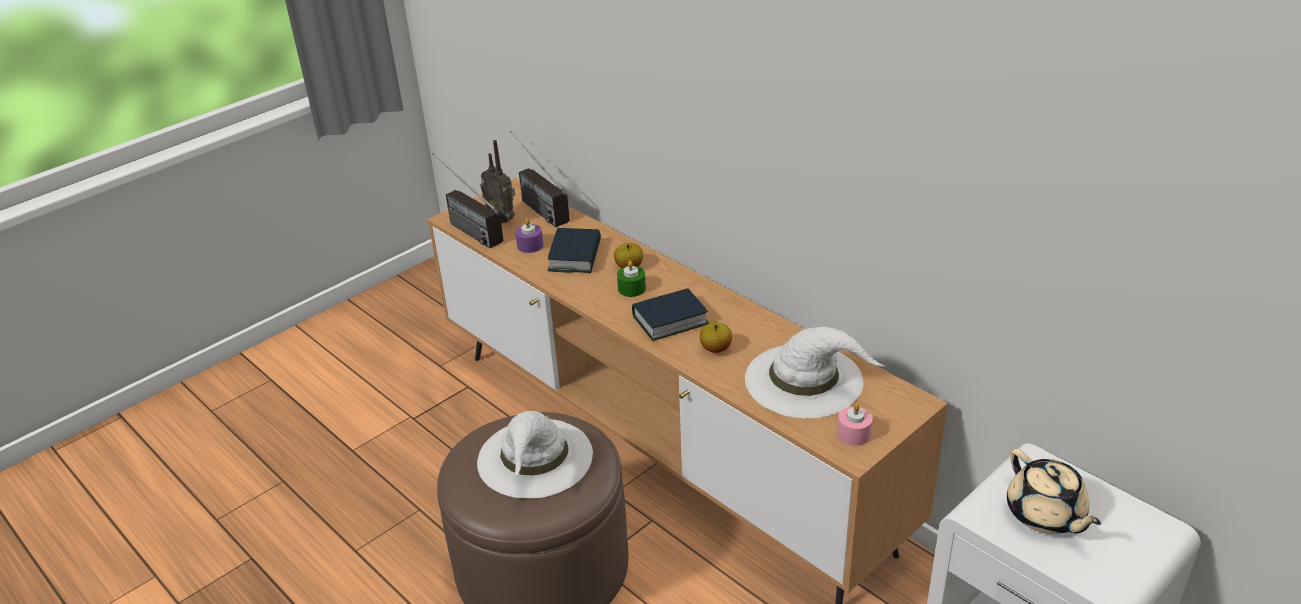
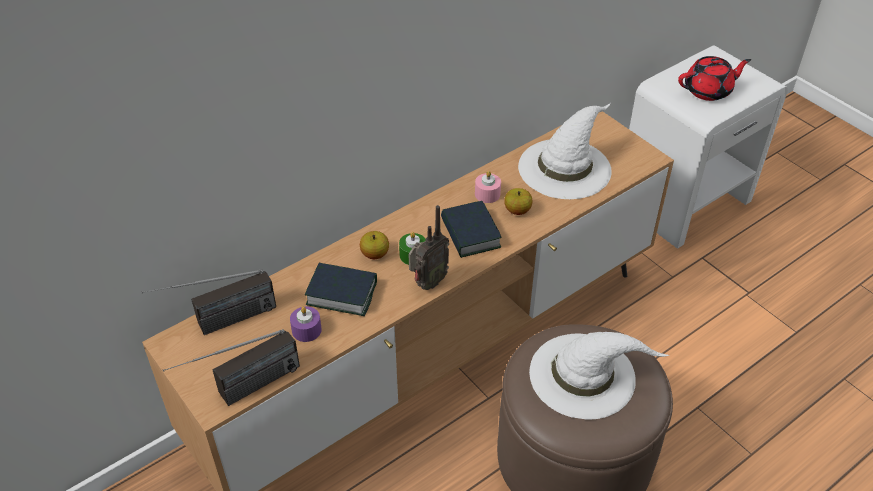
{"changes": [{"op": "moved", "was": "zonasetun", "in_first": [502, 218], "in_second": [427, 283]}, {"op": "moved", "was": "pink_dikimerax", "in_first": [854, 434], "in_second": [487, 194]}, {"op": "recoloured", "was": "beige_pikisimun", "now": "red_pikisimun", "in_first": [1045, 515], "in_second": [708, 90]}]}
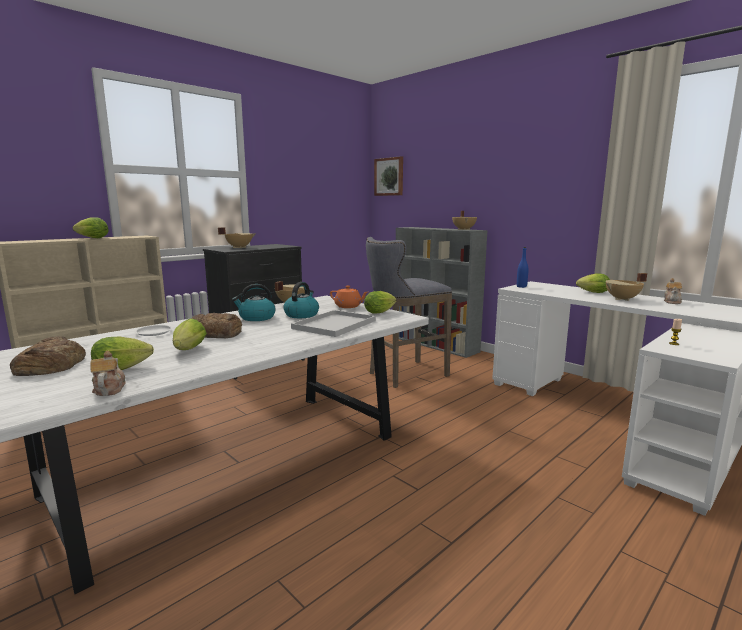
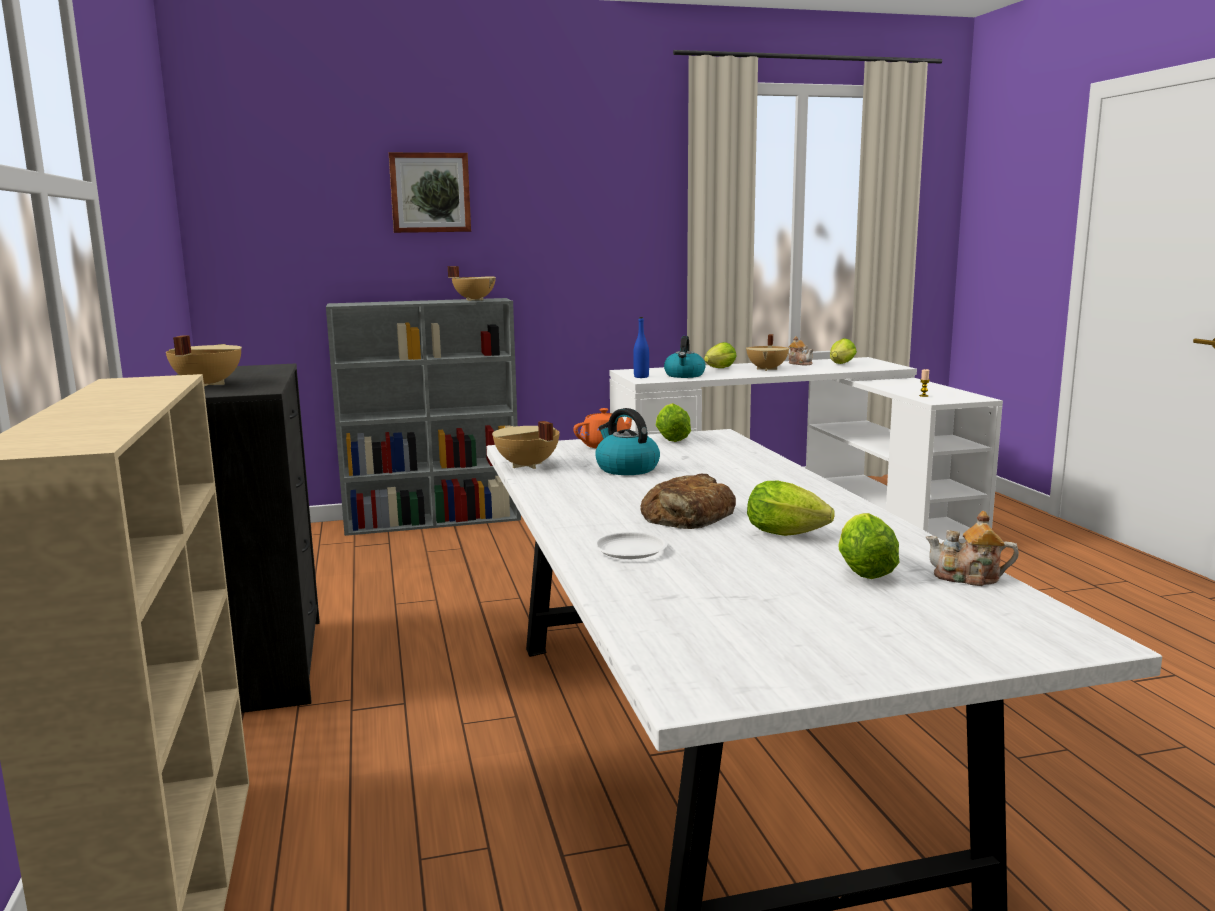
{"changes": [{"op": "removed", "was": "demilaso", "in_first": [50, 365]}, {"op": "moved", "was": "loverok", "in_first": [91, 238], "in_second": [840, 364]}, {"op": "moved", "was": "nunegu", "in_first": [256, 318], "in_second": [684, 375]}, {"op": "removed", "was": "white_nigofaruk", "in_first": [335, 324]}, {"op": "removed", "was": "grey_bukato", "in_first": [405, 375]}, {"op": "moved", "was": "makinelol", "in_first": [389, 176], "in_second": [430, 193]}]}
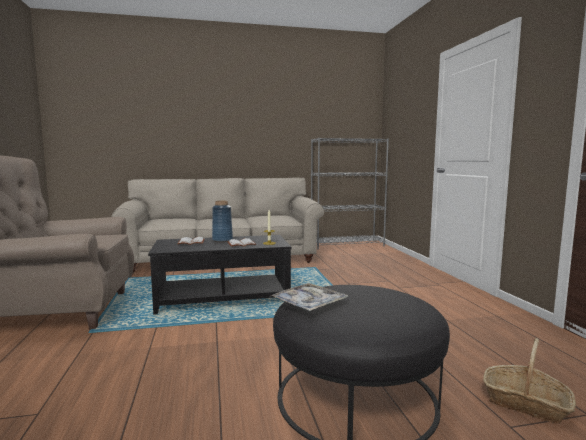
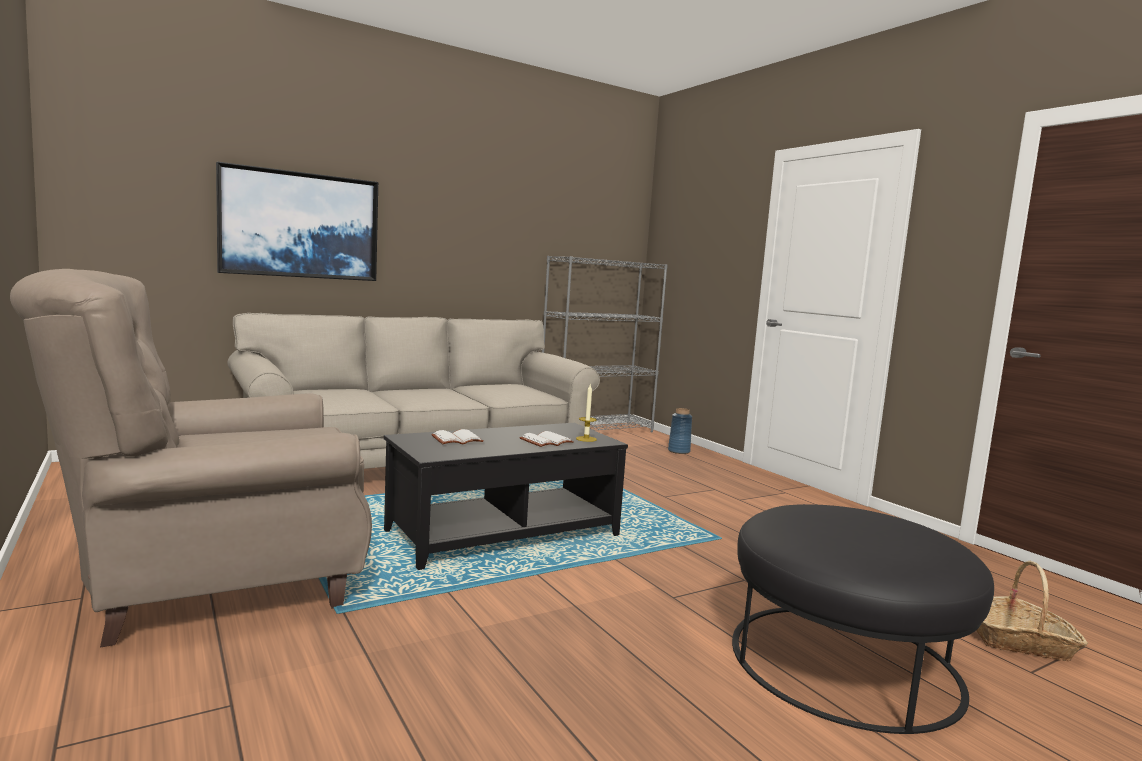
{"changes": [{"op": "moved", "was": "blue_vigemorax", "in_first": [222, 240], "in_second": [679, 451]}, {"op": "removed", "was": "nigofaruk", "in_first": [309, 304]}, {"op": "added", "now": "makinelol", "in_second": [300, 225]}]}
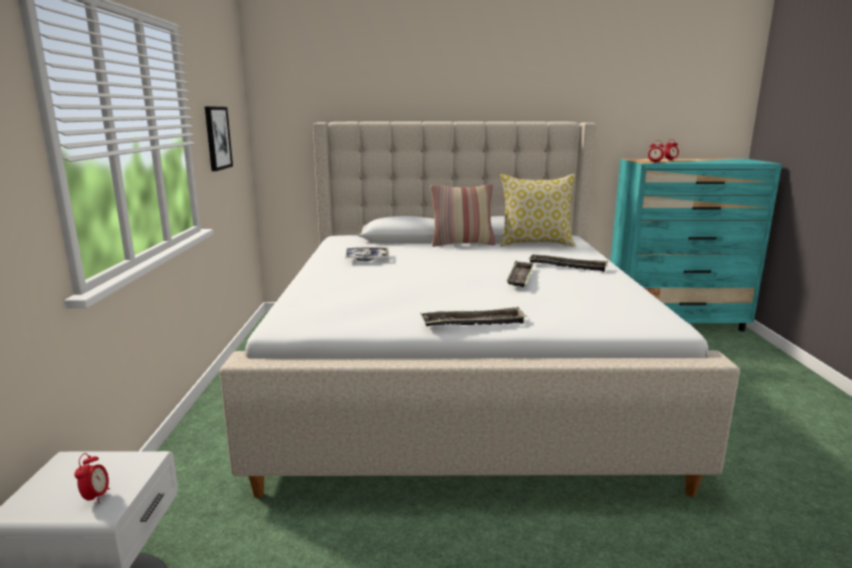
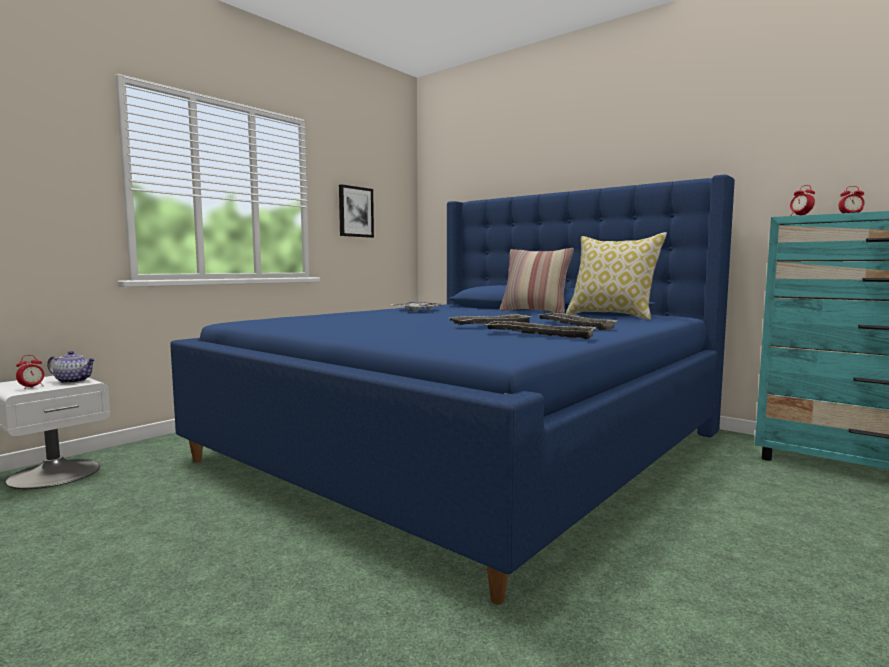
{"changes": [{"op": "recoloured", "was": "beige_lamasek", "now": "blue_lamasek", "in_first": [460, 378], "in_second": [473, 445]}, {"op": "moved", "was": "nigofaruk", "in_first": [473, 323], "in_second": [539, 335]}, {"op": "added", "now": "pikisimun", "in_second": [74, 381]}]}
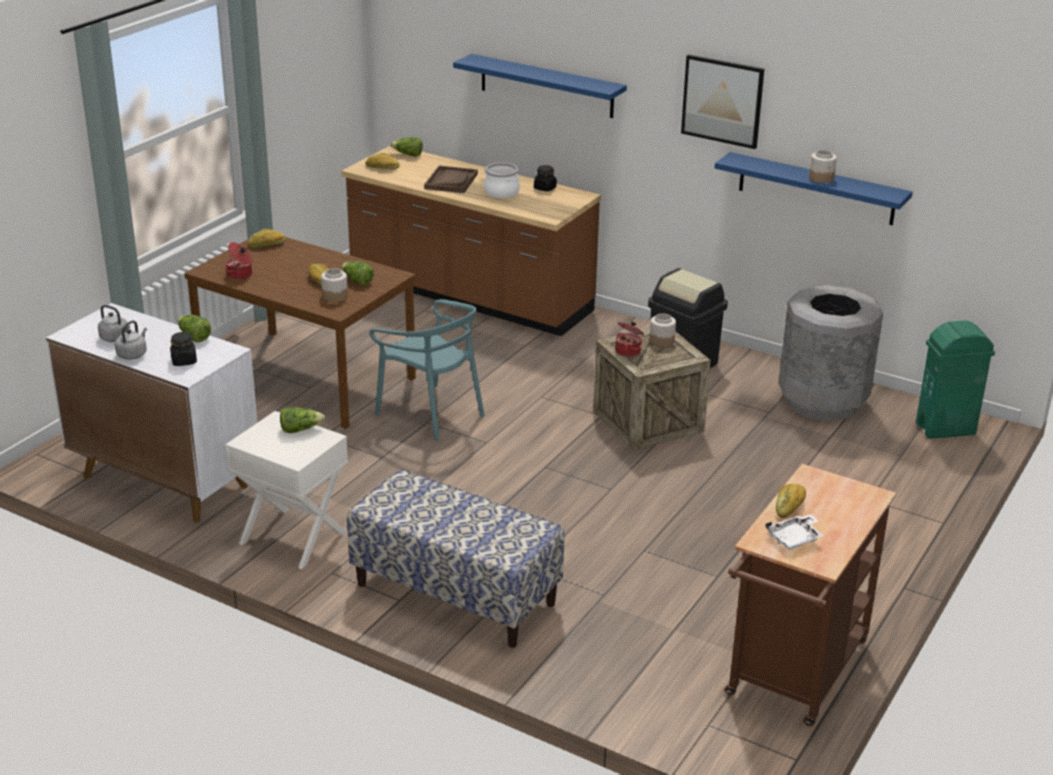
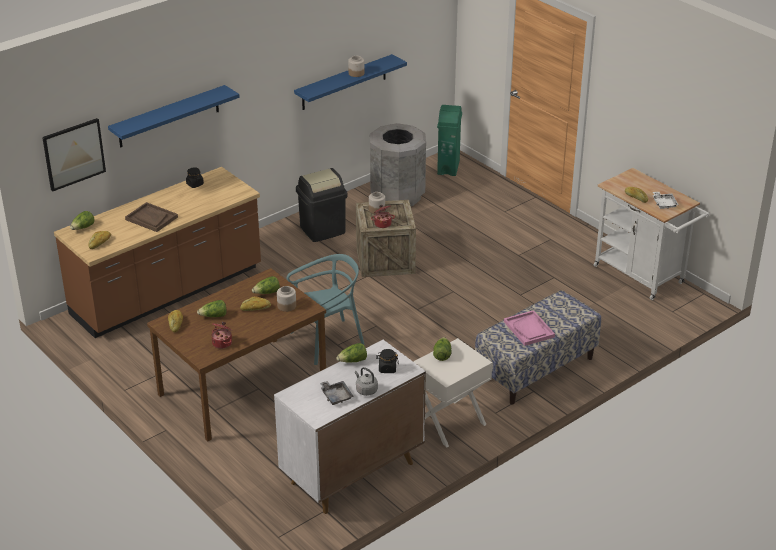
{"changes": [{"op": "replaced", "was": "grey_nunegu", "now": "grey_nigofaruk", "in_first": [116, 338], "in_second": [336, 396]}, {"op": "removed", "was": "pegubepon", "in_first": [501, 193]}, {"op": "moved", "was": "makinelol", "in_first": [722, 101], "in_second": [74, 154]}, {"op": "recoloured", "was": "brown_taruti", "now": "white_taruti", "in_first": [794, 675], "in_second": [643, 277]}, {"op": "added", "now": "loverok", "in_second": [214, 316]}, {"op": "added", "now": "pink_nigofaruk", "in_second": [529, 329]}]}
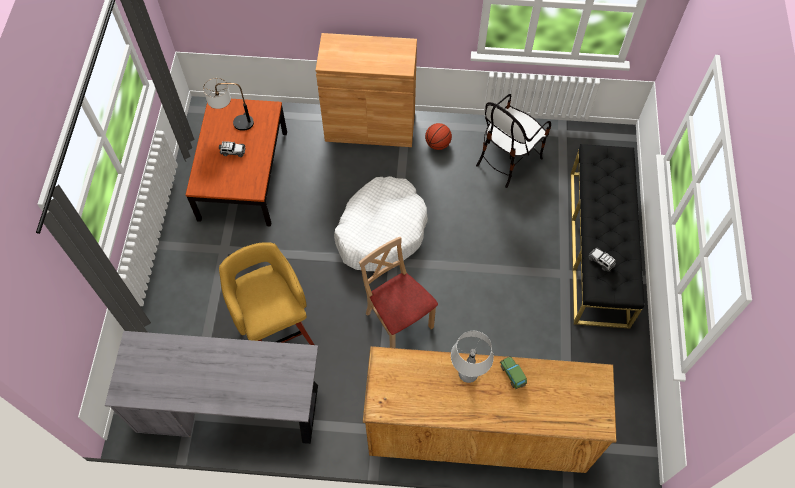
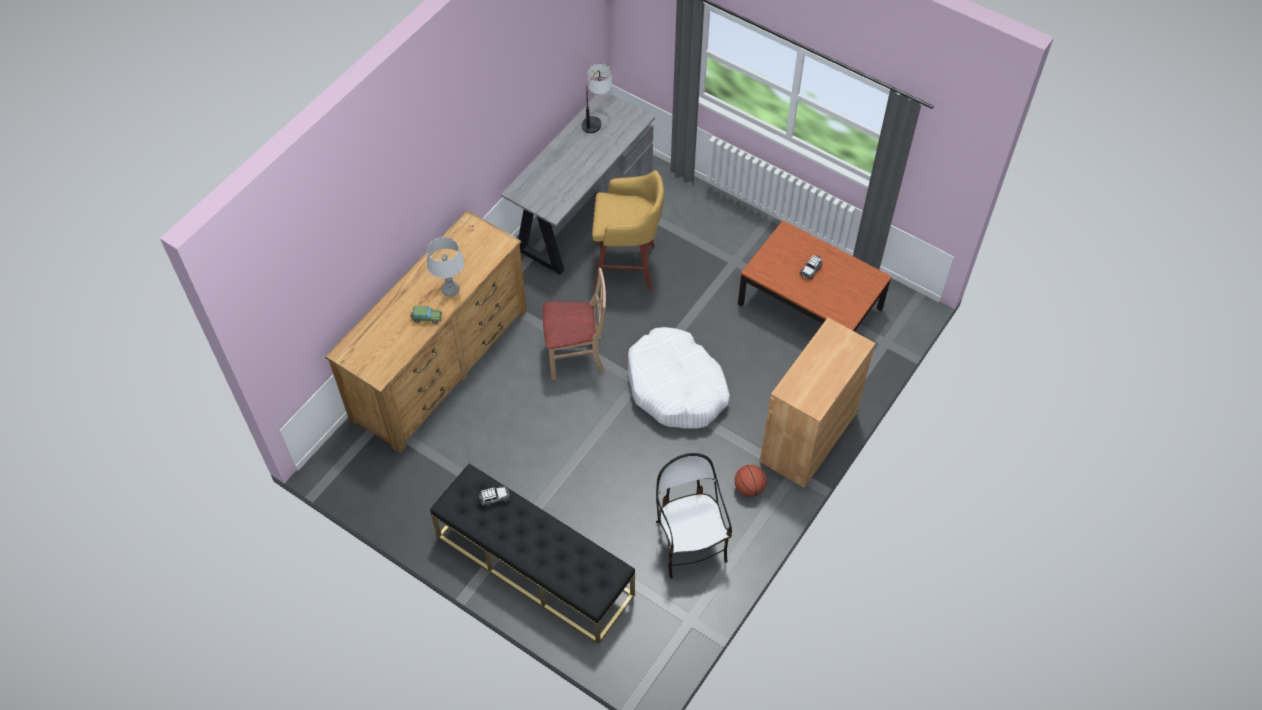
{"changes": [{"op": "moved", "was": "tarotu", "in_first": [233, 123], "in_second": [596, 118]}]}
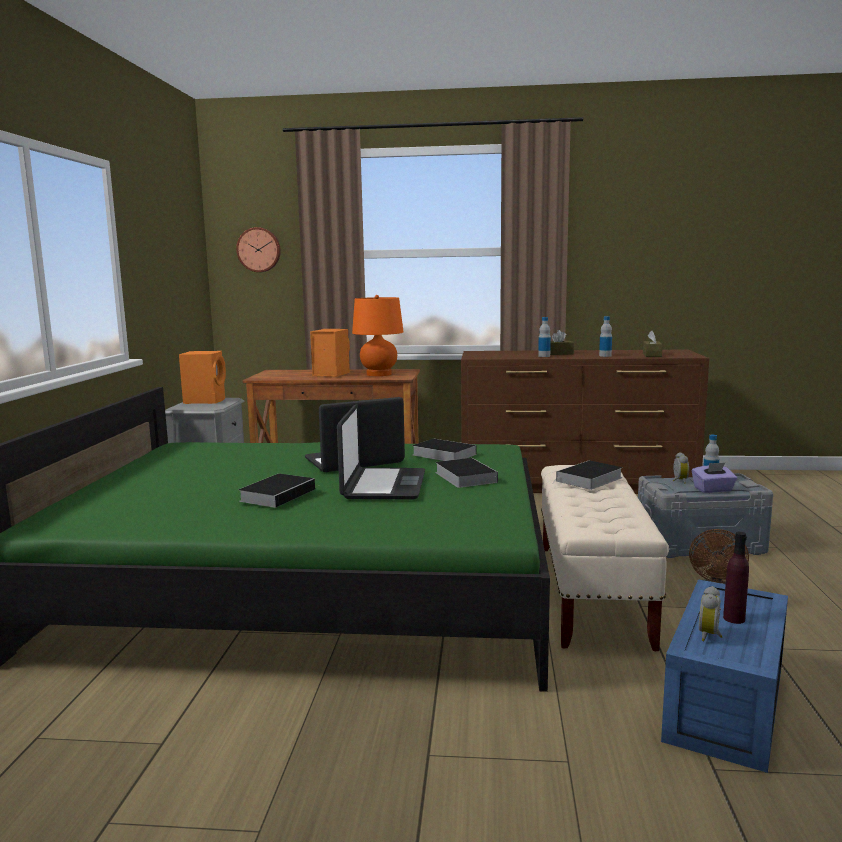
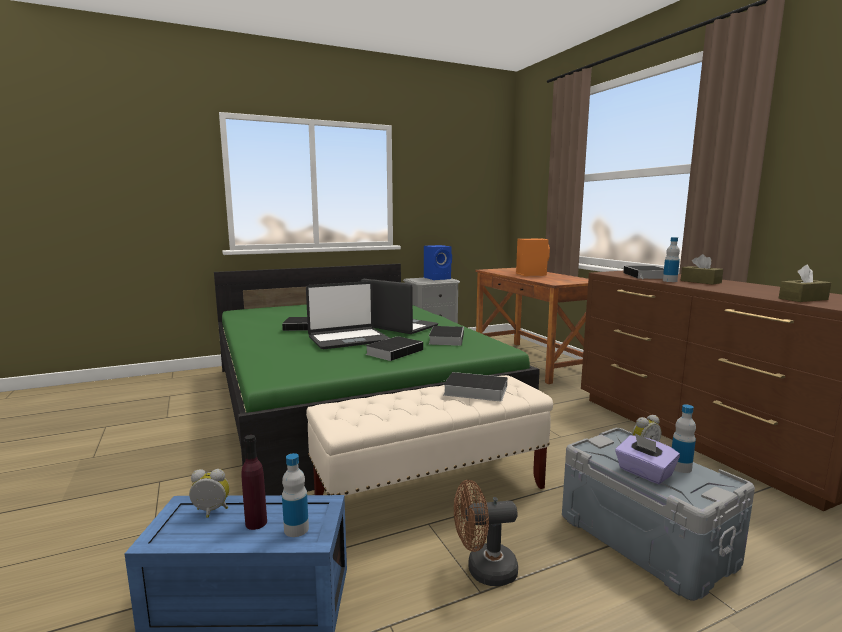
{"changes": [{"op": "recoloured", "was": "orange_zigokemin", "now": "blue_zigokemin", "in_first": [205, 401], "in_second": [438, 278]}, {"op": "removed", "was": "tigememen", "in_first": [259, 250]}, {"op": "removed", "was": "orange_tarotu", "in_first": [379, 374]}, {"op": "moved", "was": "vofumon", "in_first": [605, 356], "in_second": [296, 529]}, {"op": "added", "now": "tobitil", "in_second": [646, 276]}]}
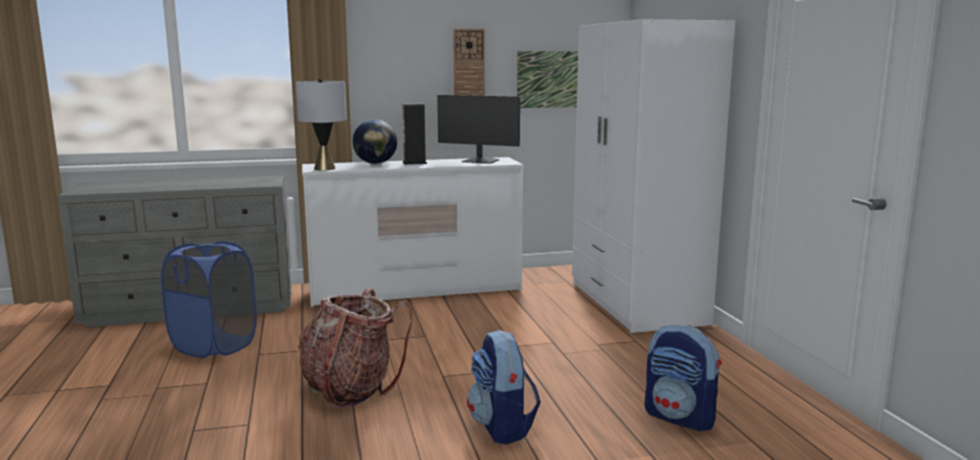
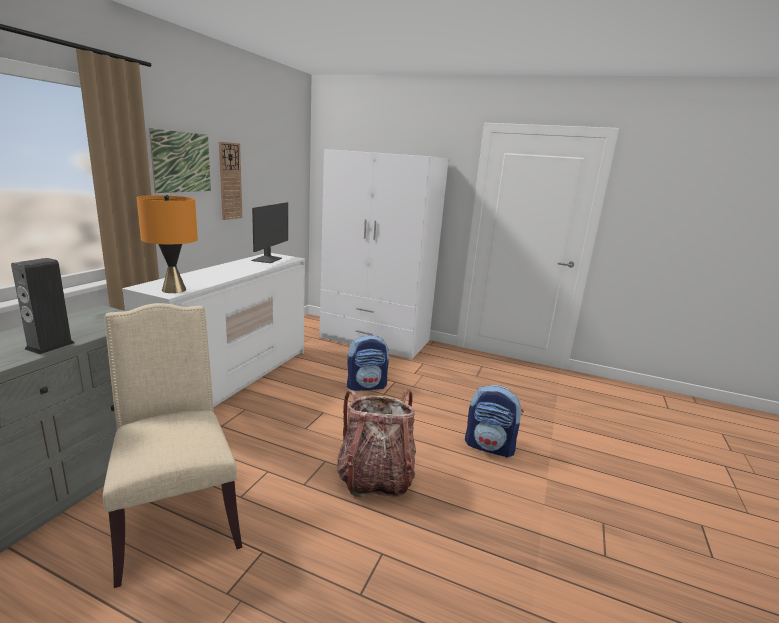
{"changes": [{"op": "replaced", "was": "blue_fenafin", "now": "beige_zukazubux", "in_first": [214, 346], "in_second": [176, 516]}, {"op": "recoloured", "was": "grey_tarotu", "now": "orange_tarotu", "in_first": [324, 168], "in_second": [173, 290]}, {"op": "removed", "was": "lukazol", "in_first": [375, 163]}, {"op": "moved", "was": "zigokemin", "in_first": [414, 163], "in_second": [50, 346]}, {"op": "turned", "was": "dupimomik", "in_first": [480, 161], "in_second": [268, 259], "clockwise": -45}, {"op": "moved", "was": "makinelol", "in_first": [550, 79], "in_second": [182, 162]}, {"op": "moved", "was": "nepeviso", "in_first": [680, 418], "in_second": [366, 386]}]}
